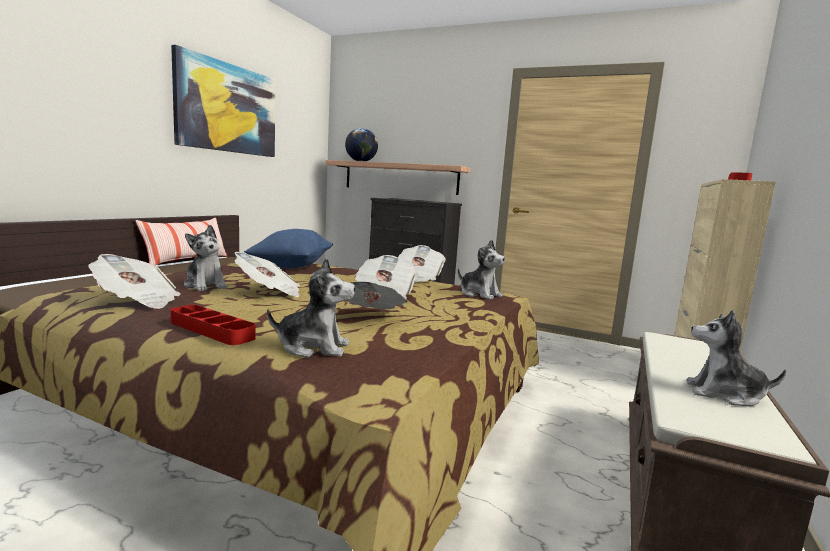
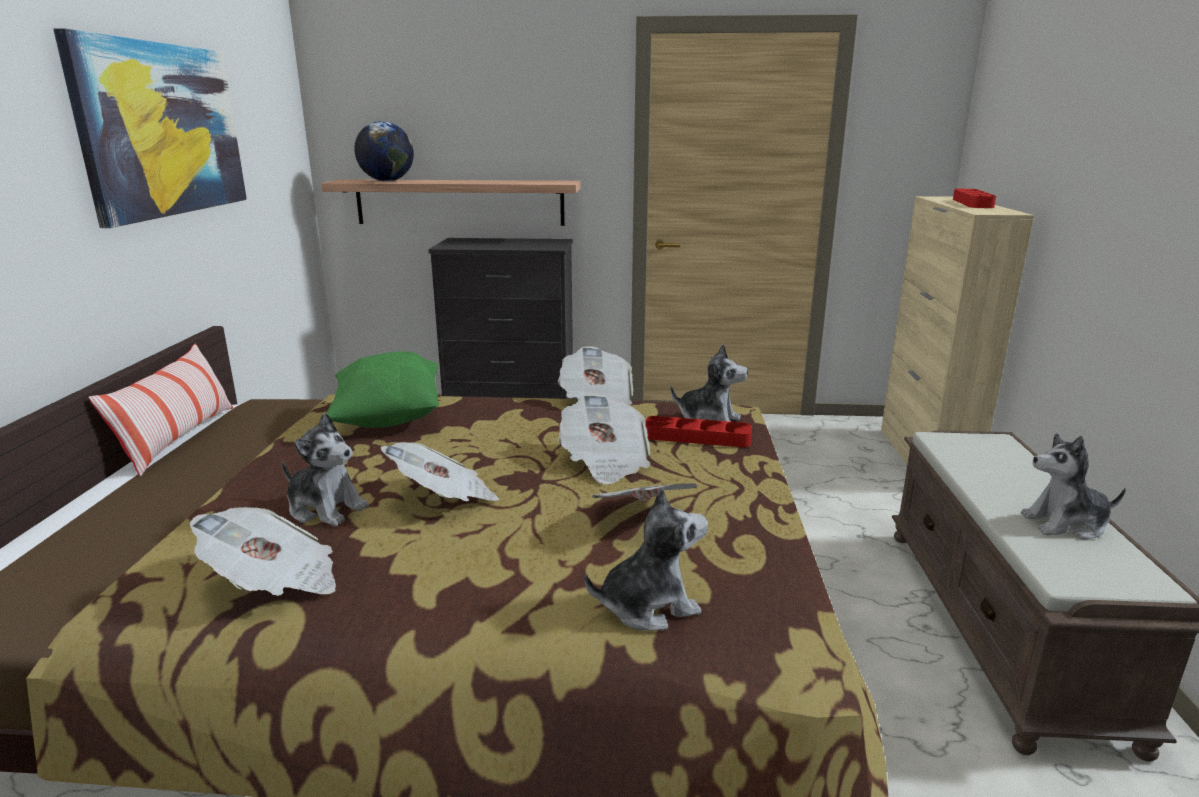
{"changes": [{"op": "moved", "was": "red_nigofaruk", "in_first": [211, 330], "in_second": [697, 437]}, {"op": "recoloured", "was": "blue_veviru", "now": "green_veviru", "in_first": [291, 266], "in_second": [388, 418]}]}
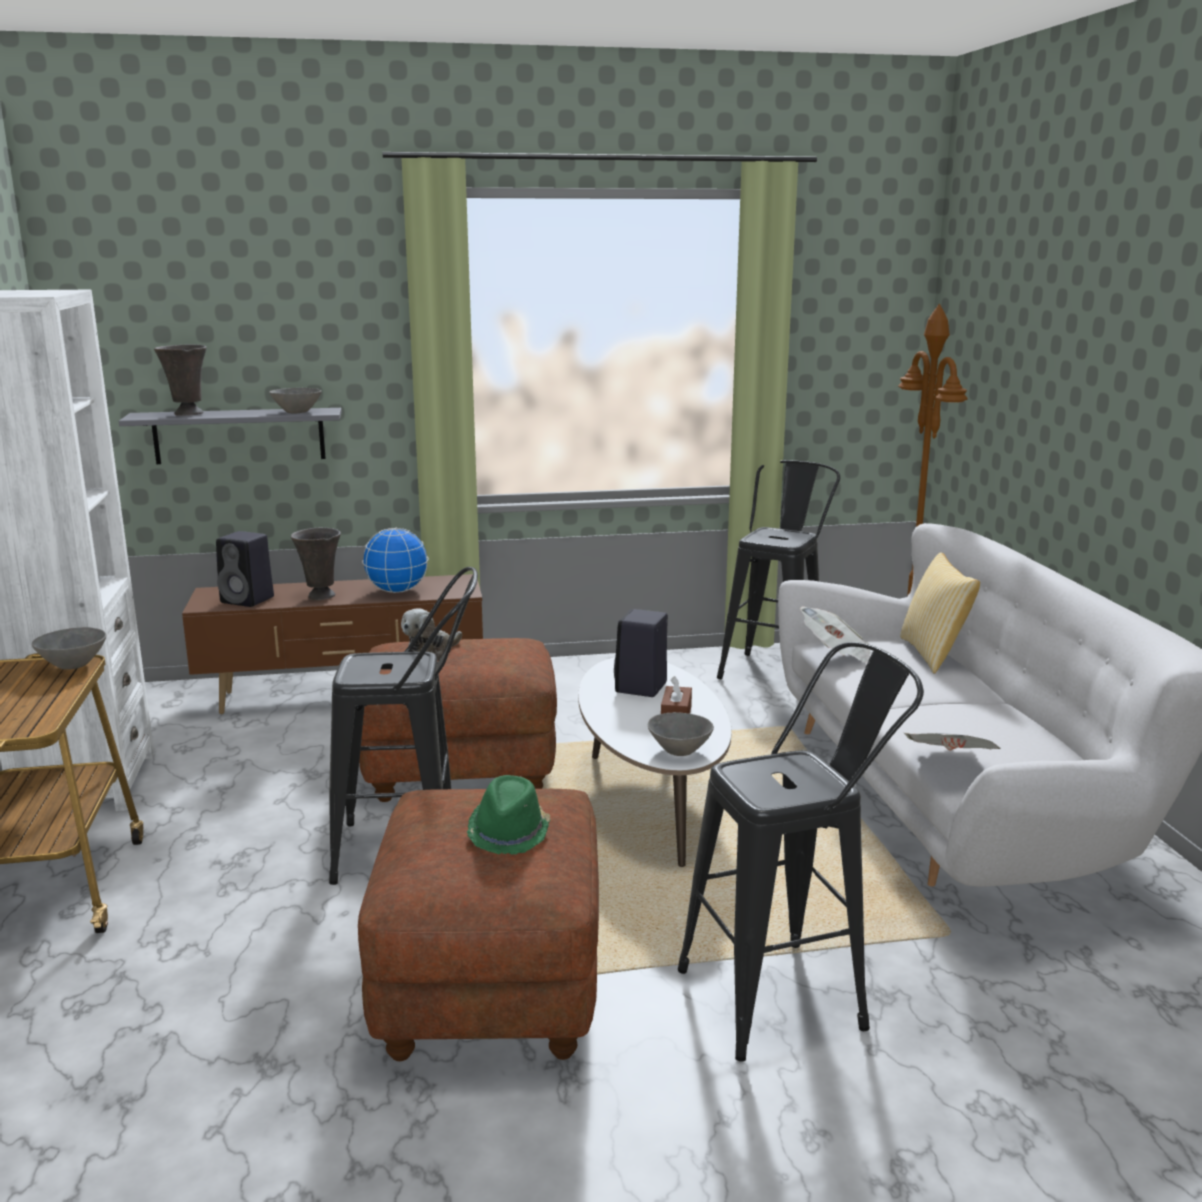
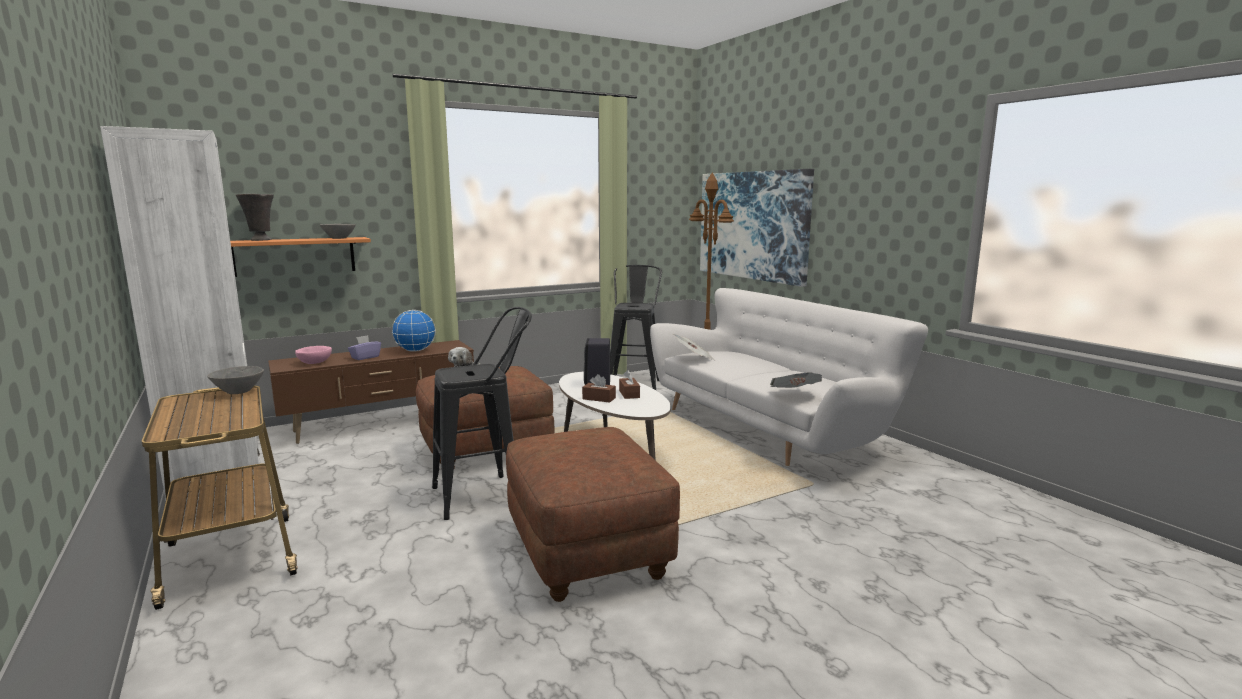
{"changes": [{"op": "recoloured", "was": "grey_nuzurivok", "now": "orange_nuzurivok", "in_first": [239, 435], "in_second": [294, 256]}, {"op": "replaced", "was": "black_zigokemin", "now": "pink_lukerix", "in_first": [249, 600], "in_second": [315, 363]}, {"op": "replaced", "was": "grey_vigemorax", "now": "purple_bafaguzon", "in_first": [320, 597], "in_second": [365, 357]}, {"op": "removed", "was": "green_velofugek", "in_first": [509, 832]}, {"op": "removed", "was": "grey_lukerix", "in_first": [679, 750]}, {"op": "removed", "was": "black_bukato", "in_first": [789, 995]}, {"op": "removed", "was": "veviru", "in_first": [934, 654]}, {"op": "added", "now": "brown_bafaguzon", "in_second": [599, 398]}, {"op": "added", "now": "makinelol", "in_second": [752, 225]}]}
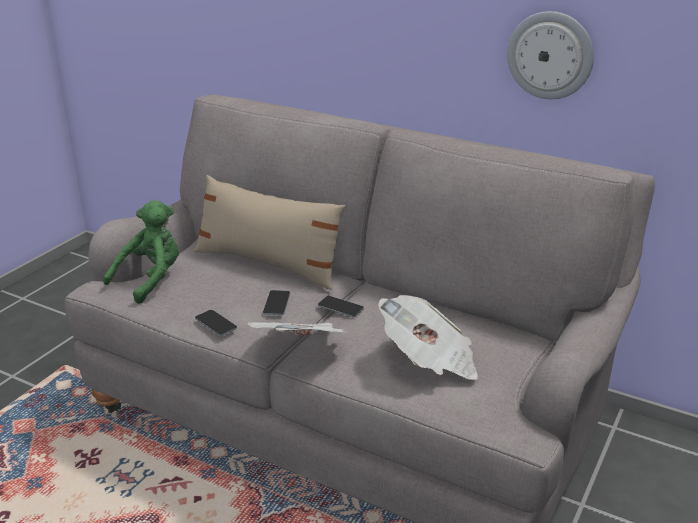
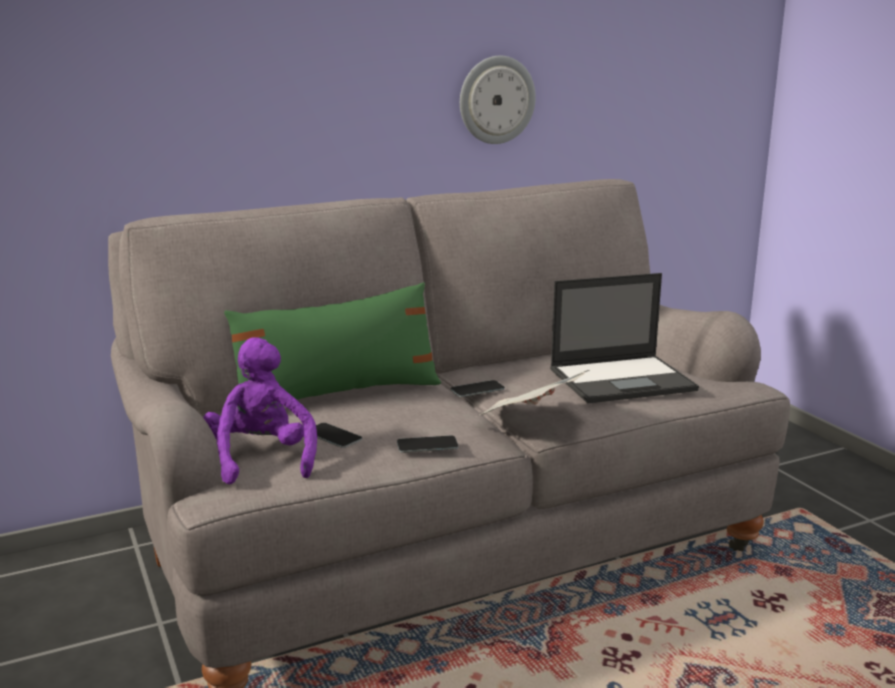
{"changes": [{"op": "recoloured", "was": "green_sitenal", "now": "purple_sitenal", "in_first": [151, 280], "in_second": [262, 459]}, {"op": "recoloured", "was": "beige_veviru", "now": "green_veviru", "in_first": [268, 264], "in_second": [338, 395]}, {"op": "moved", "was": "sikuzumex", "in_first": [276, 303], "in_second": [333, 436]}, {"op": "replaced", "was": "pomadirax", "now": "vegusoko", "in_first": [429, 360], "in_second": [623, 379]}]}
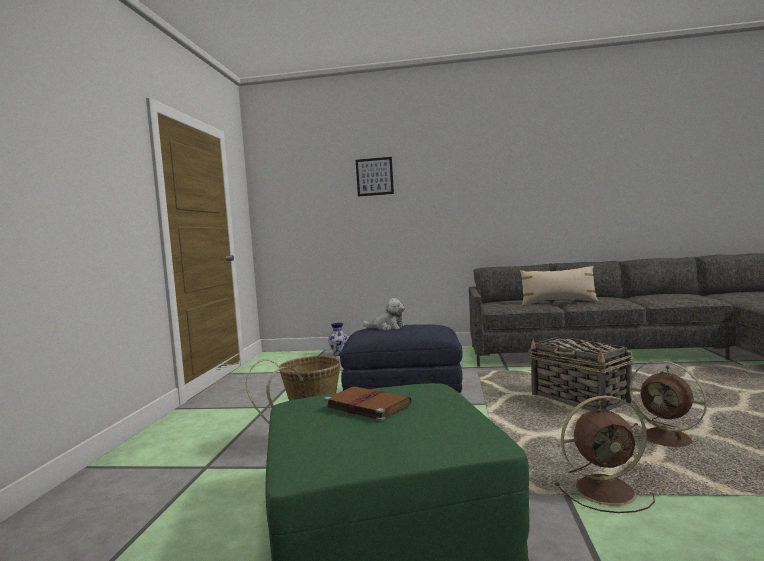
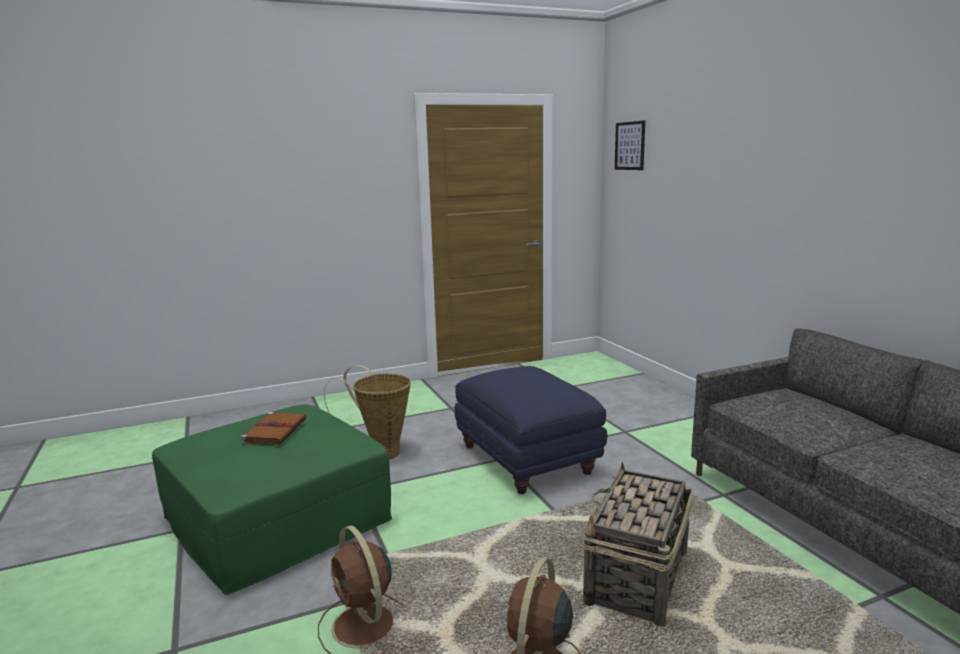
{"changes": [{"op": "removed", "was": "vigemorax", "in_first": [339, 354]}, {"op": "moved", "was": "makinelol", "in_first": [374, 176], "in_second": [630, 146]}, {"op": "removed", "was": "sitenal", "in_first": [387, 327]}, {"op": "removed", "was": "beige_veviru", "in_first": [558, 302]}]}
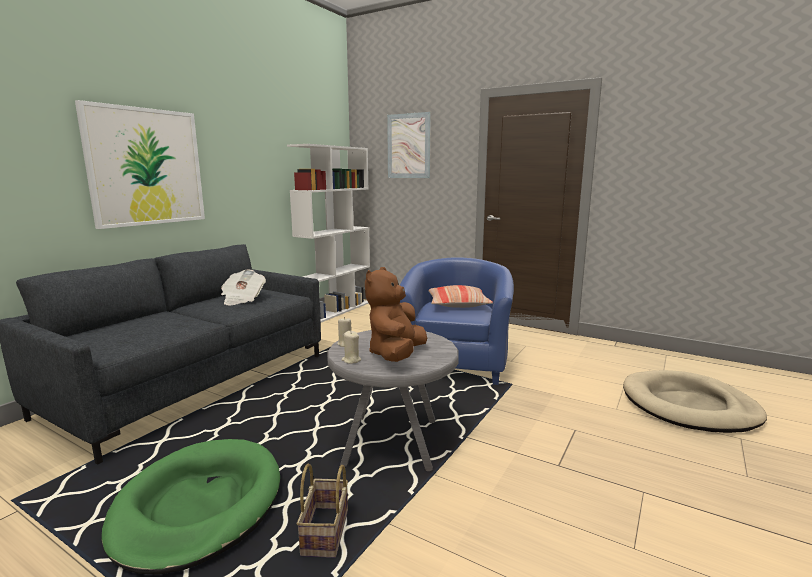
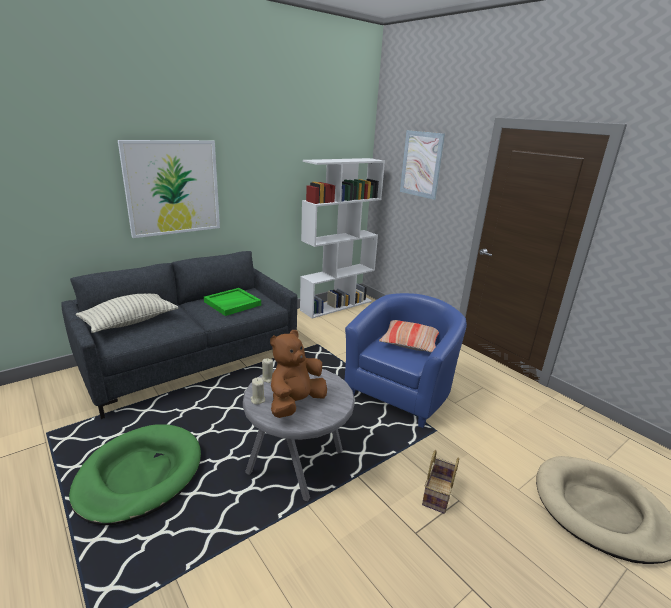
{"changes": [{"op": "replaced", "was": "pomadirax", "now": "green_nigofaruk", "in_first": [242, 299], "in_second": [232, 303]}, {"op": "moved", "was": "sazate", "in_first": [326, 534], "in_second": [438, 495]}, {"op": "added", "now": "veviru", "in_second": [130, 322]}]}
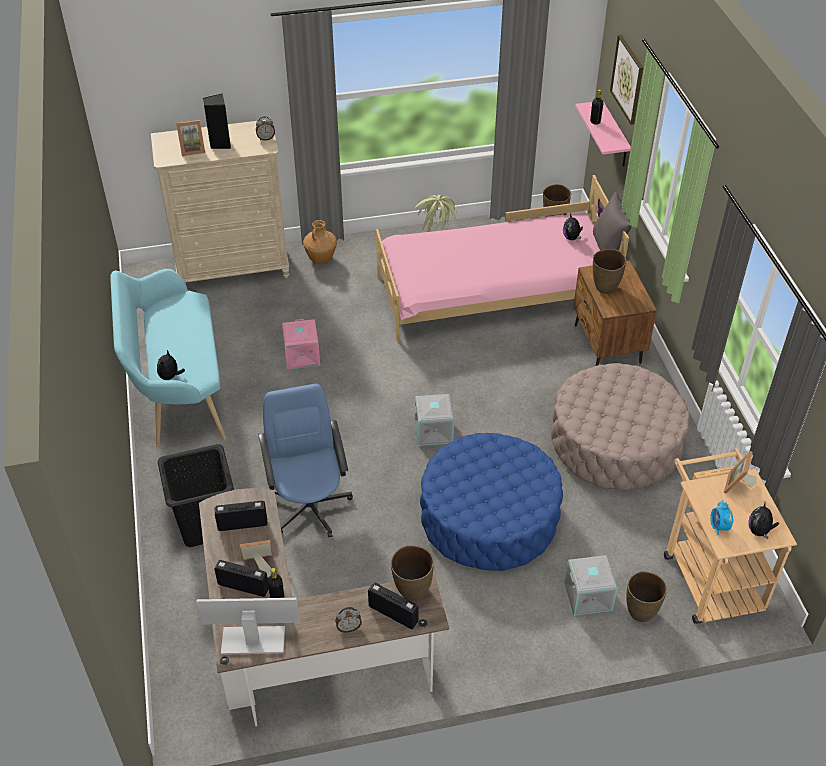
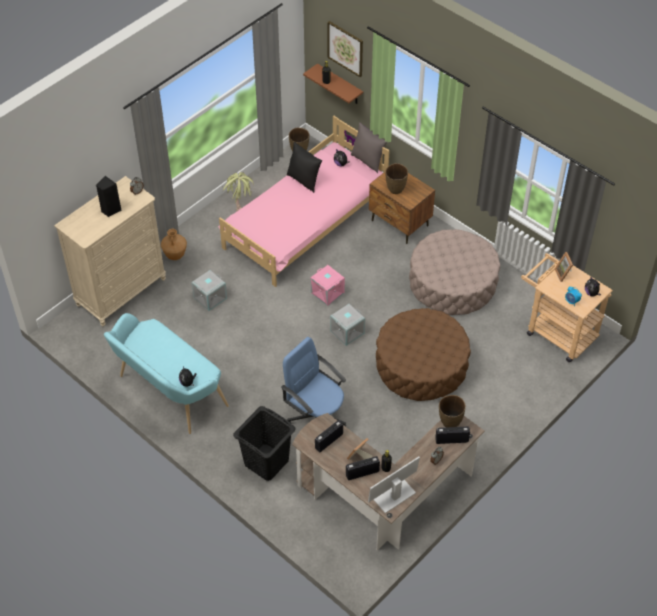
{"changes": [{"op": "removed", "was": "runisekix", "in_first": [192, 149]}, {"op": "moved", "was": "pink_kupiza", "in_first": [301, 356], "in_second": [327, 293]}, {"op": "recoloured", "was": "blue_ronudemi", "now": "brown_ronudemi", "in_first": [489, 517], "in_second": [421, 365]}, {"op": "moved", "was": "grey_kupiza", "in_first": [588, 595], "in_second": [210, 297]}, {"op": "recoloured", "was": "pink_nuzurivok", "now": "brown_nuzurivok", "in_first": [615, 136], "in_second": [340, 85]}, {"op": "removed", "was": "brown_vigemorax", "in_first": [640, 612]}, {"op": "added", "now": "black_veviru", "in_second": [304, 180]}]}
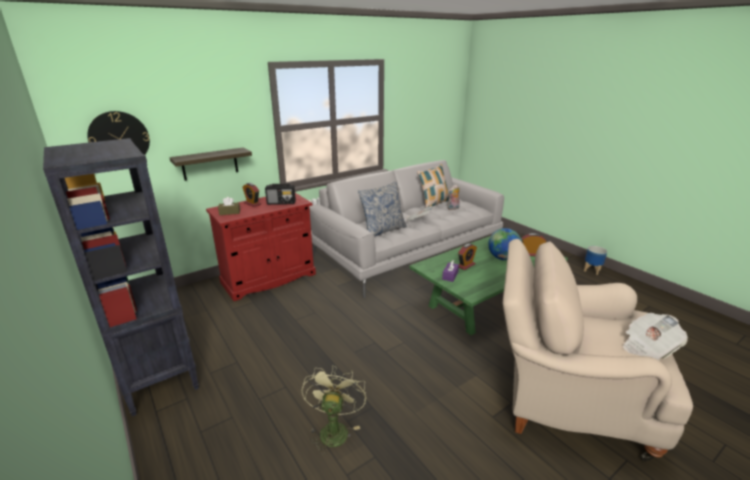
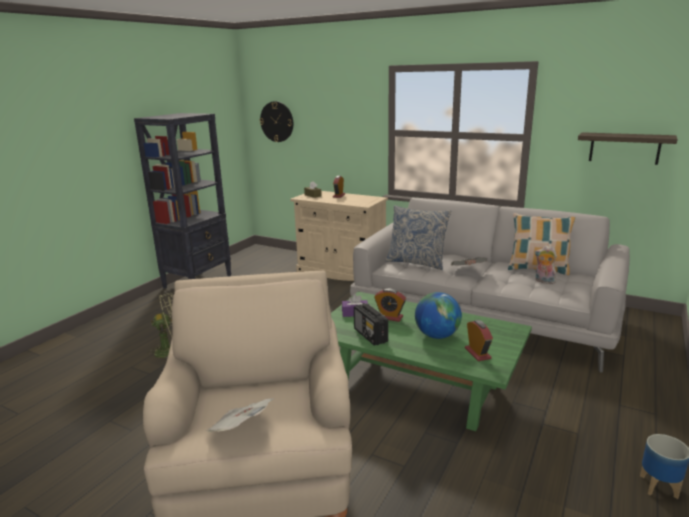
{"changes": [{"op": "moved", "was": "nuzurivok", "in_first": [210, 164], "in_second": [624, 148]}, {"op": "recoloured", "was": "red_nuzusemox", "now": "beige_nuzusemox", "in_first": [269, 278], "in_second": [341, 272]}, {"op": "moved", "was": "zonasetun", "in_first": [281, 203], "in_second": [370, 336]}]}
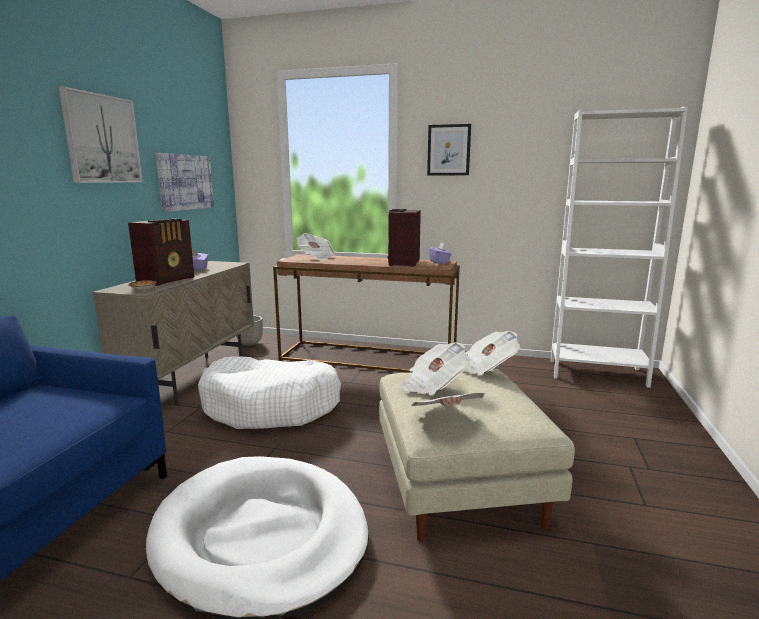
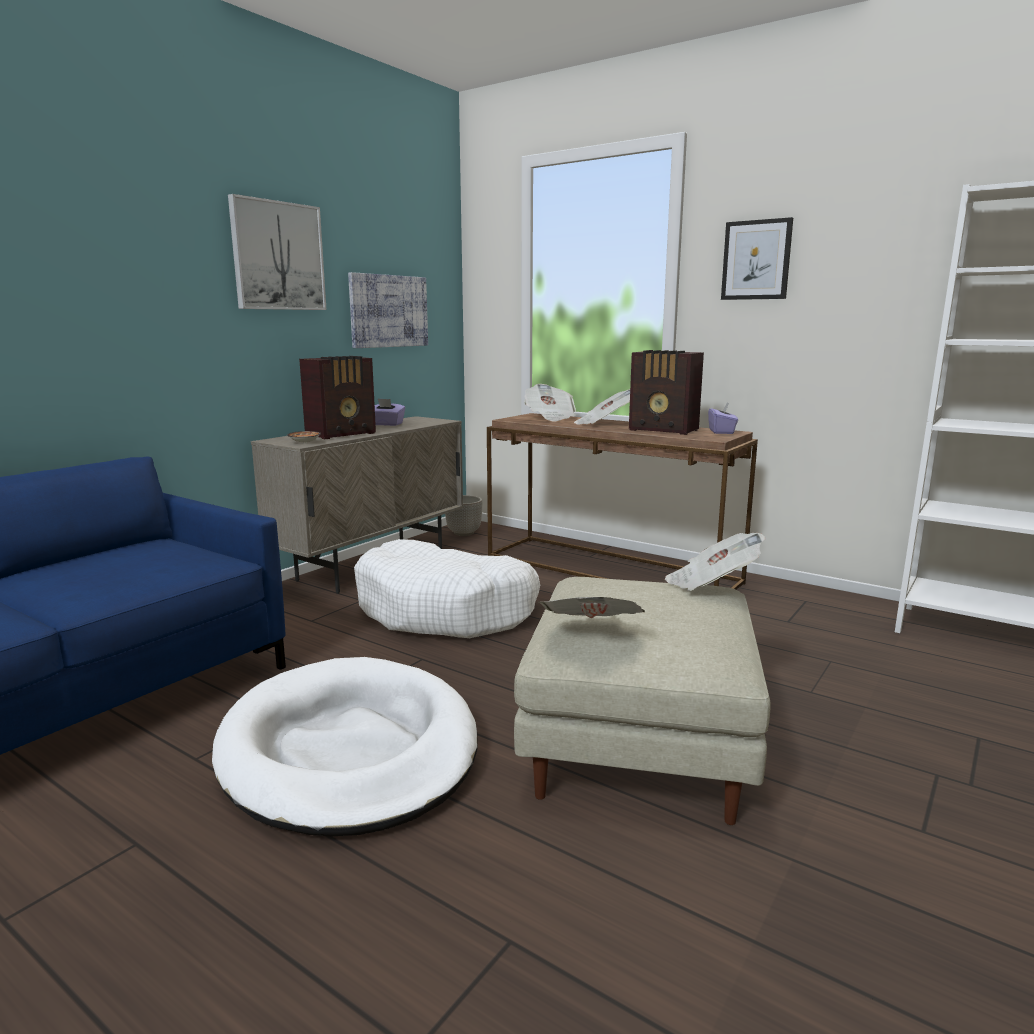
{"changes": [{"op": "turned", "was": "zonasetun", "in_first": [403, 263], "in_second": [664, 430], "clockwise": -90}, {"op": "moved", "was": "pomadirax", "in_first": [433, 385], "in_second": [604, 423]}]}
